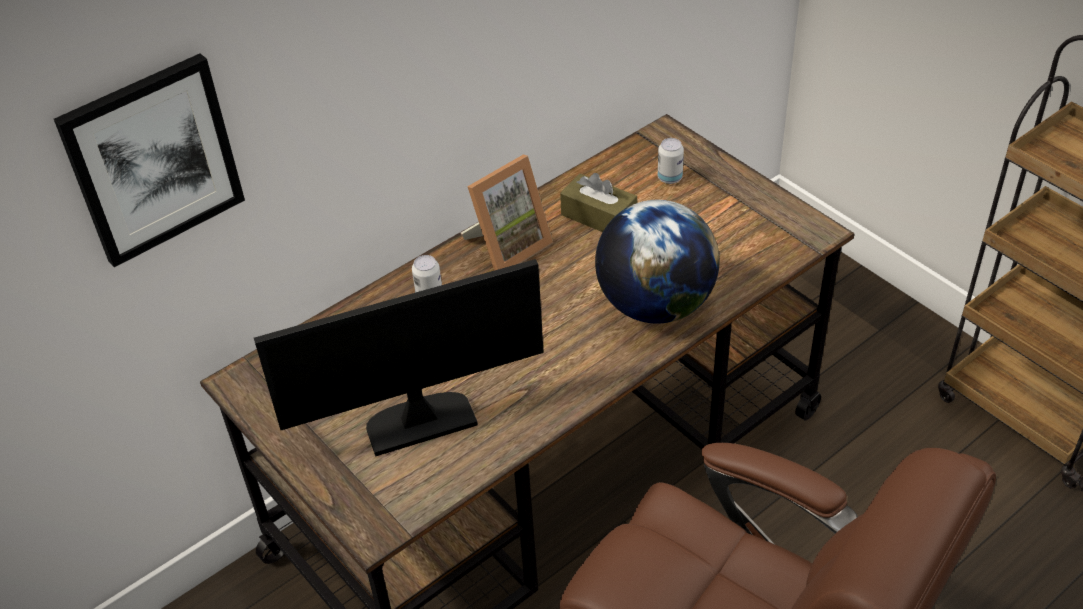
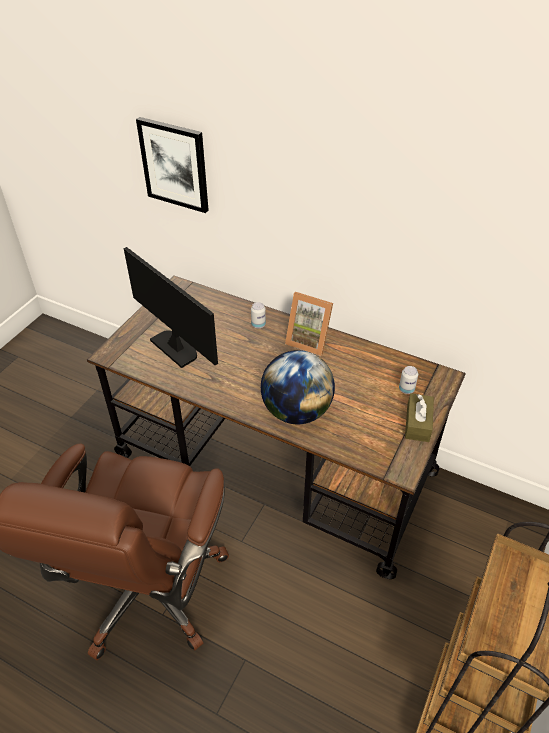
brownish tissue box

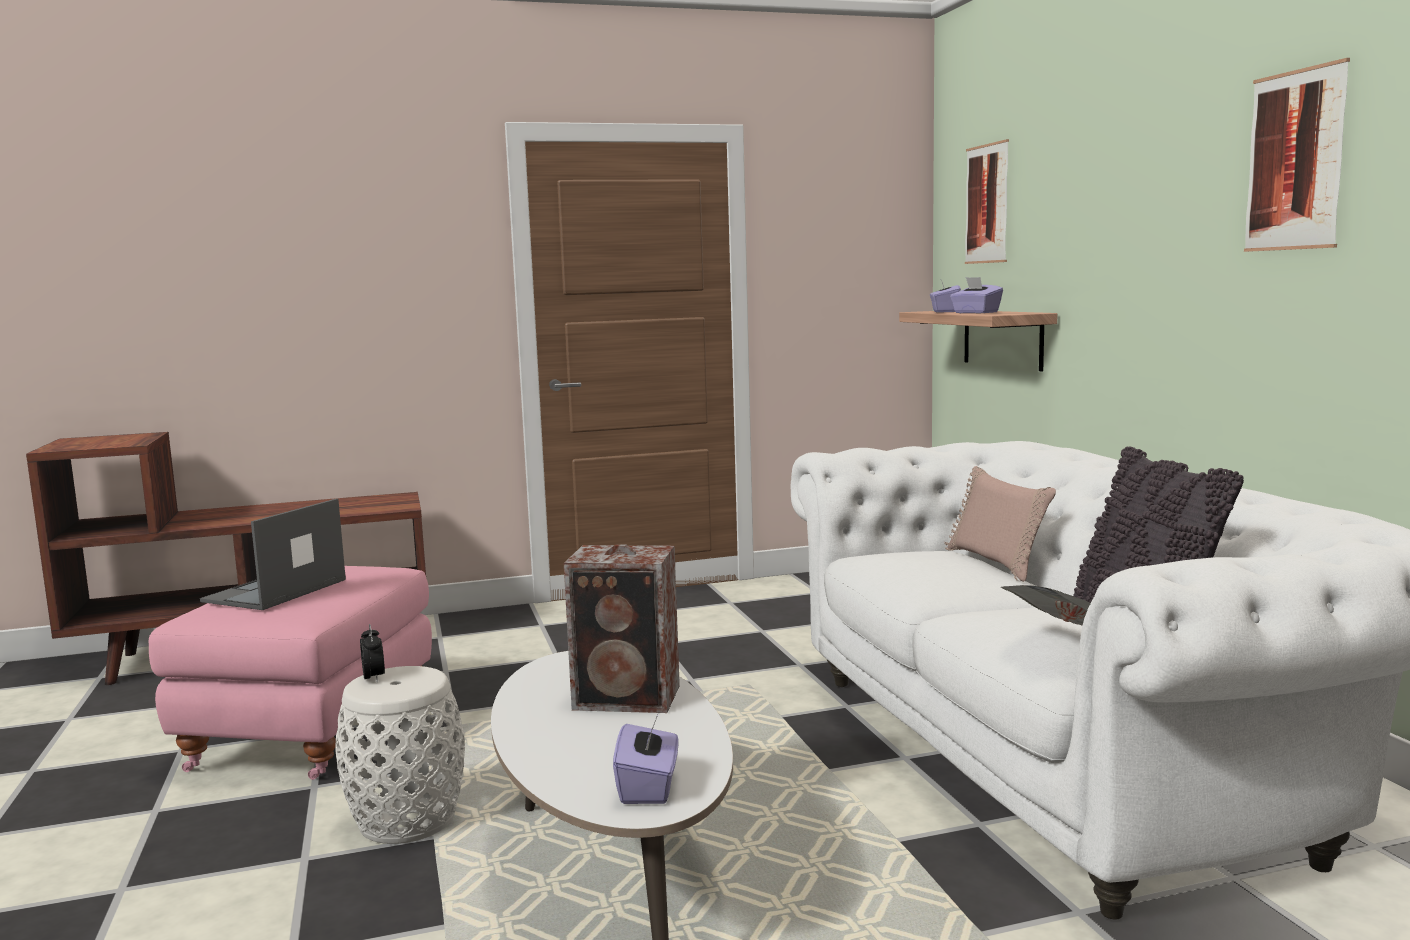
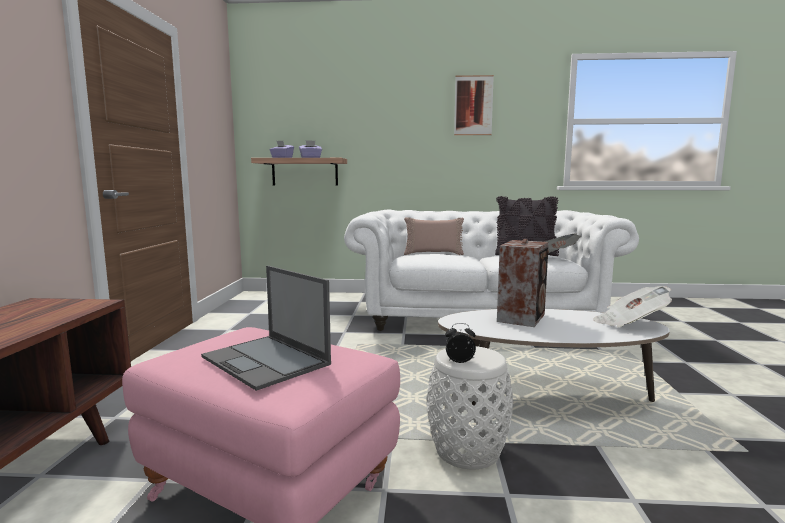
printed paper (no. 2 from left)
wall picture (no. 1 from left in the first image)

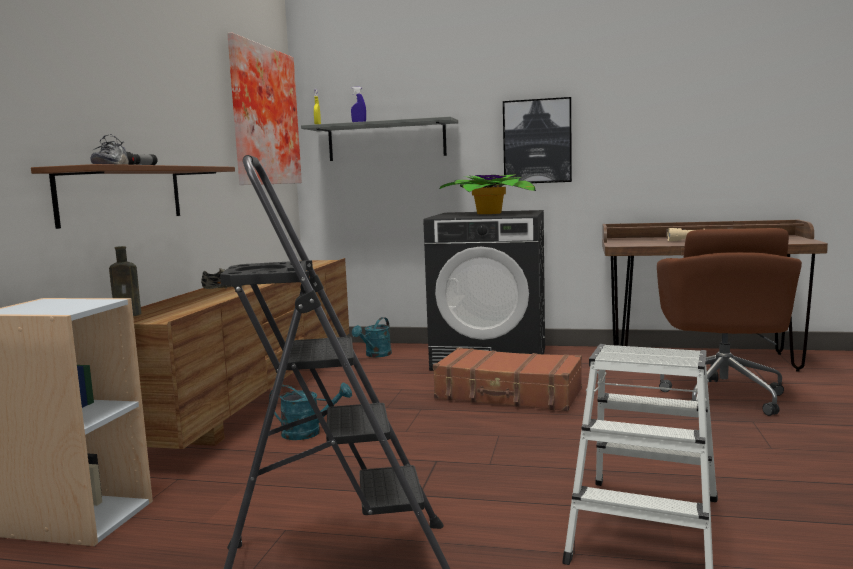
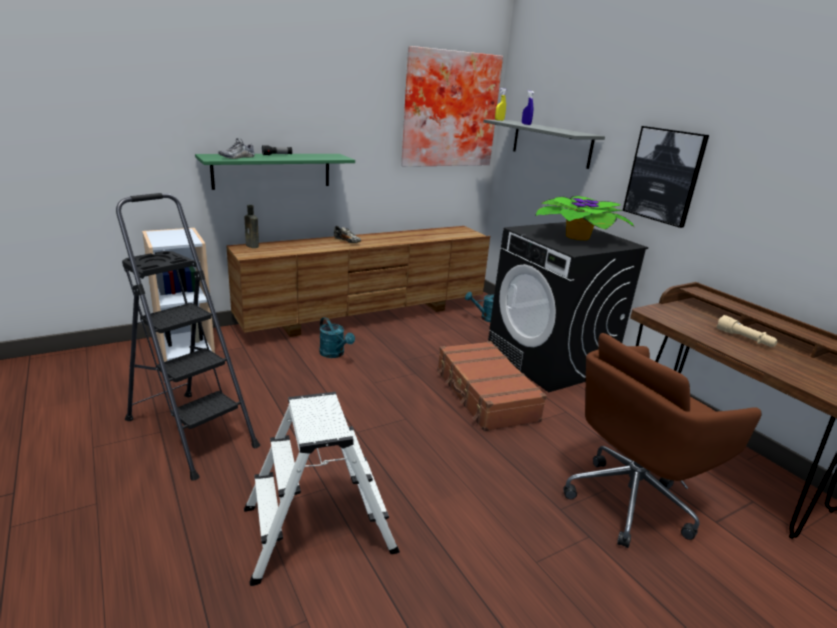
green-coloured wall shelf

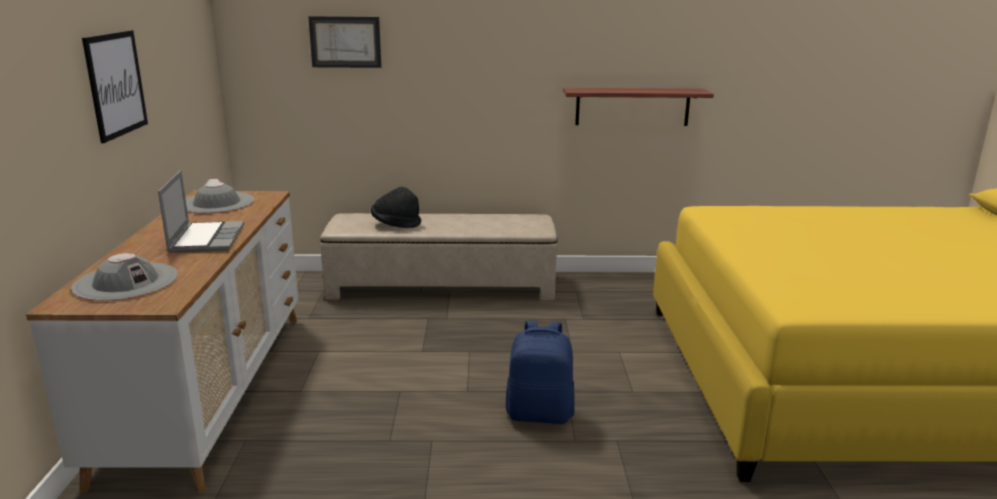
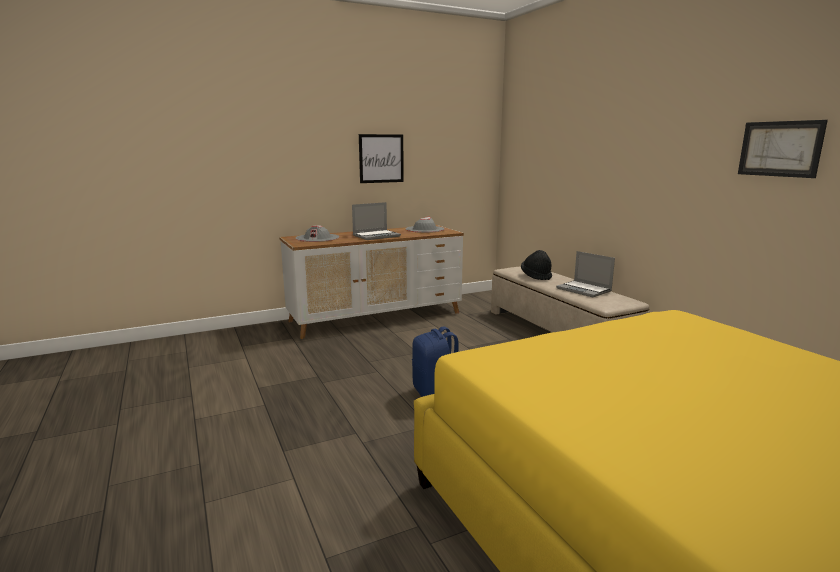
wall picture (no. 2 from left)
wall shelf
laptop (no. 2 from left)

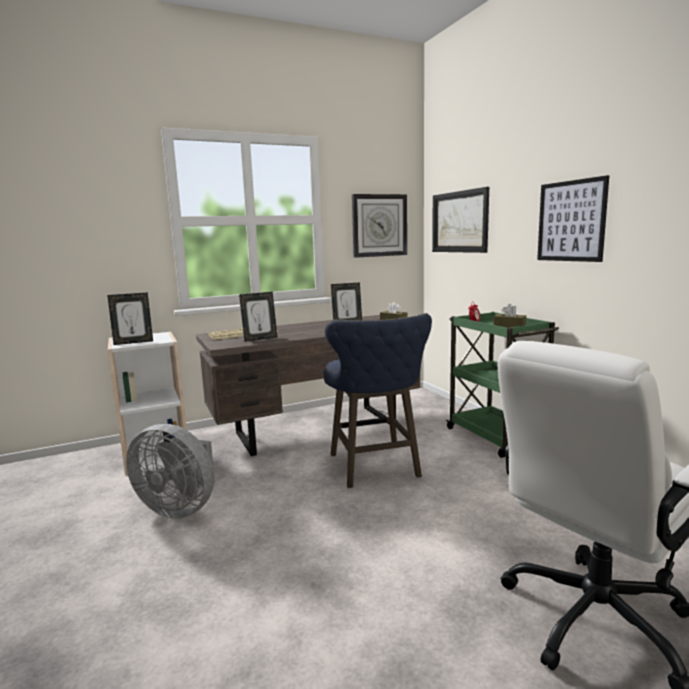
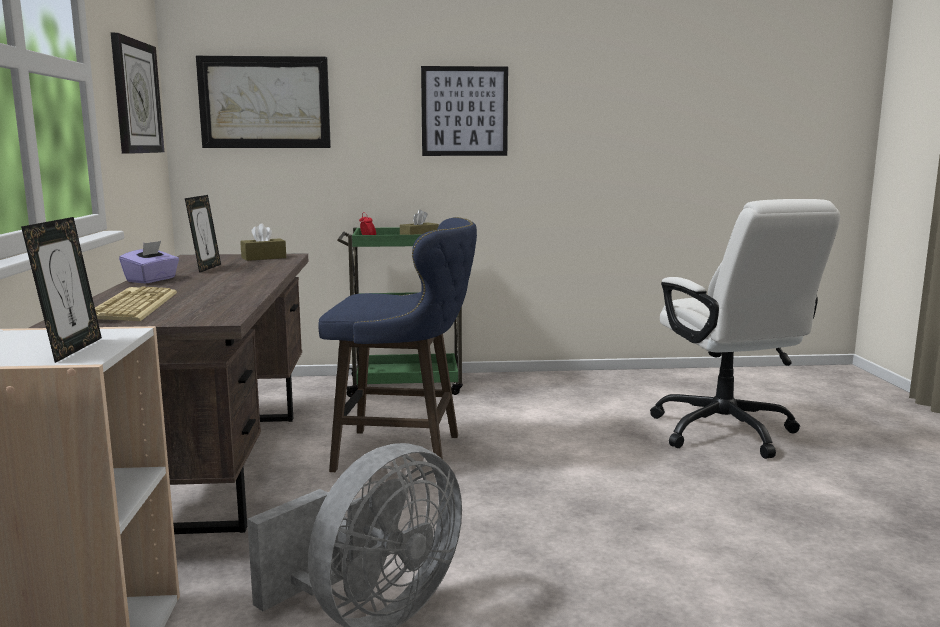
standing frame (no. 2 from left in the first image)
purplish tissue box

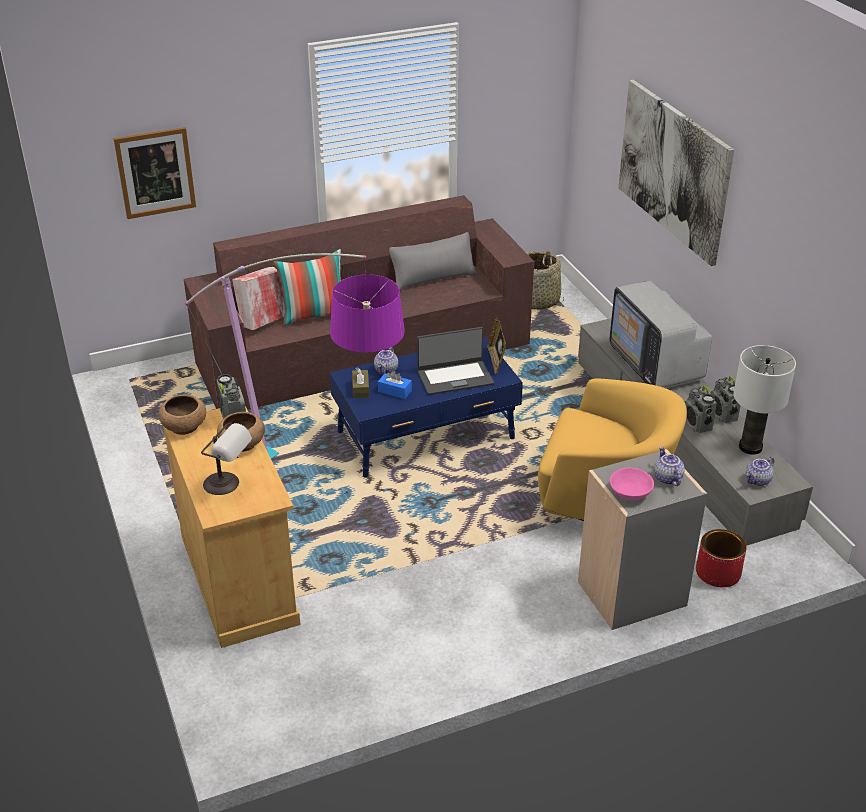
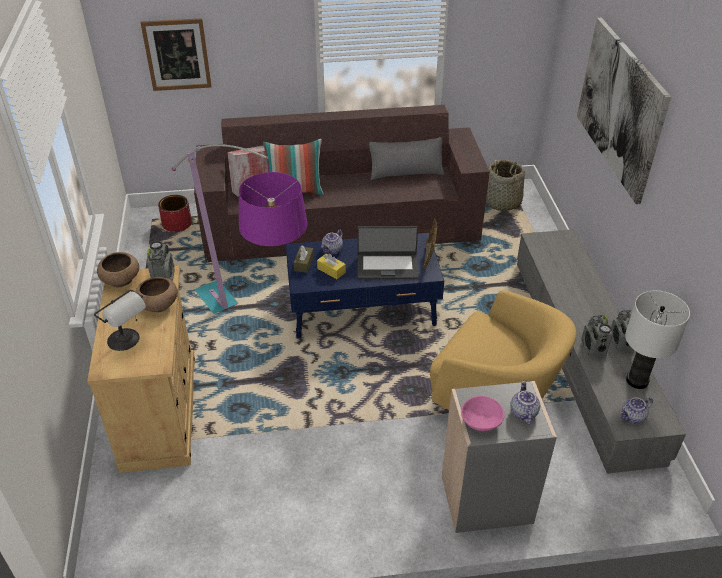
yellow tissue box
TV set
red-coloured plant pot

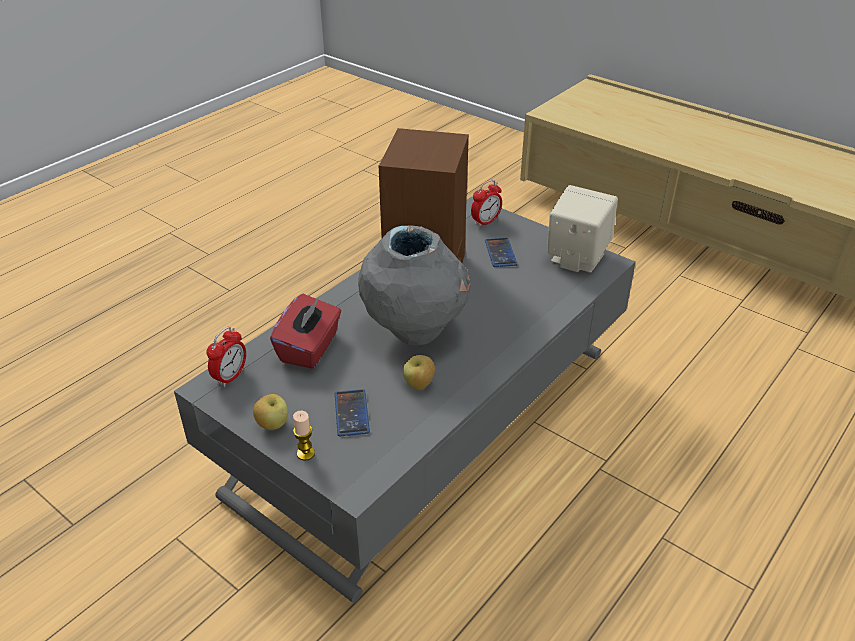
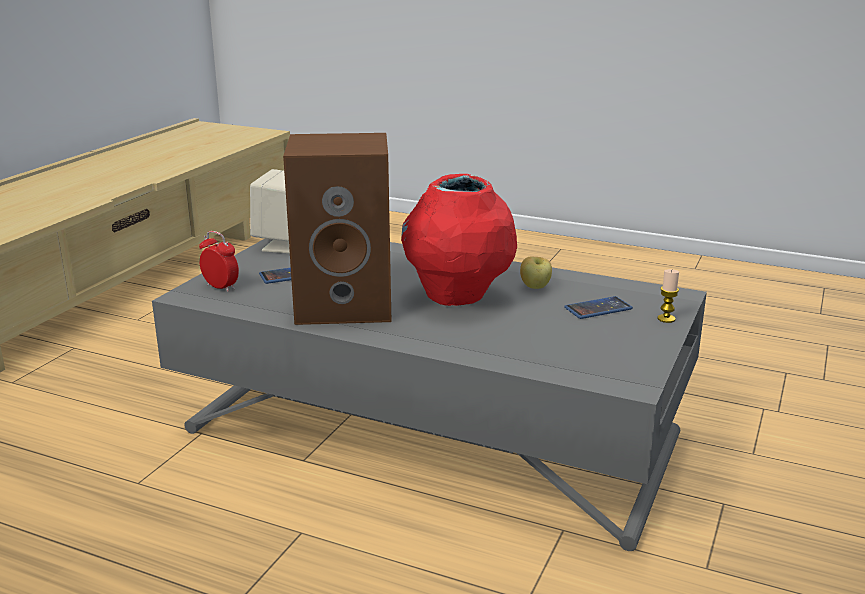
table clock (no. 1 from left in the first image)
apple (no. 1 from left in the first image)
red-coloured tissue box
red-coloured decorative vase

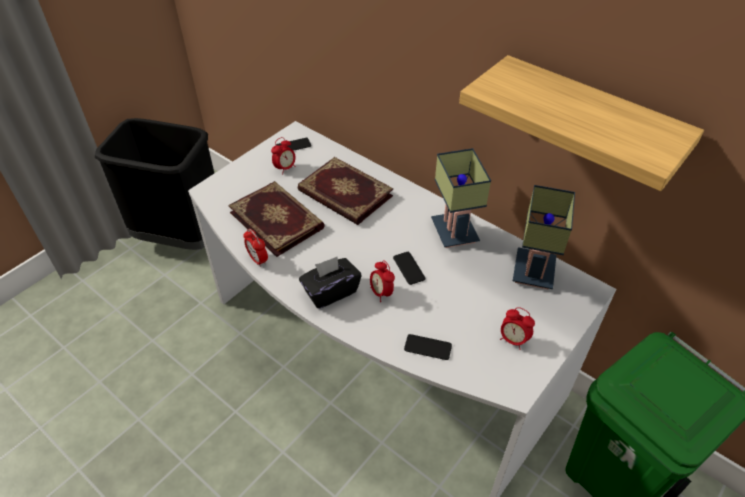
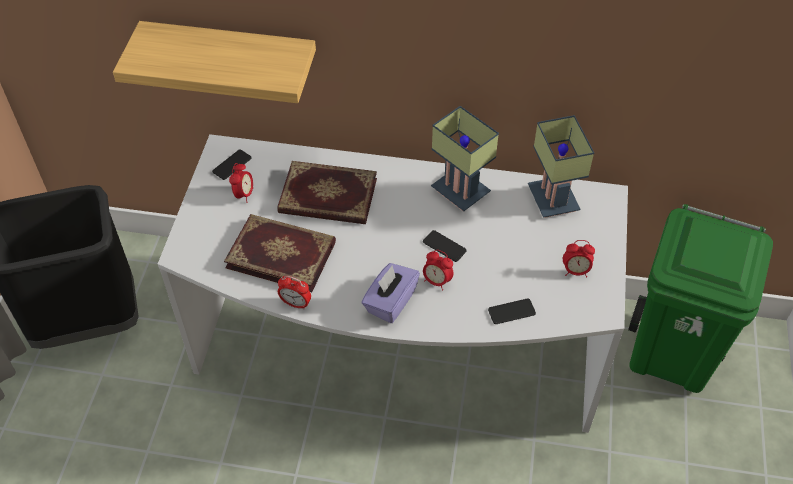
purplish tissue box
wall shelf

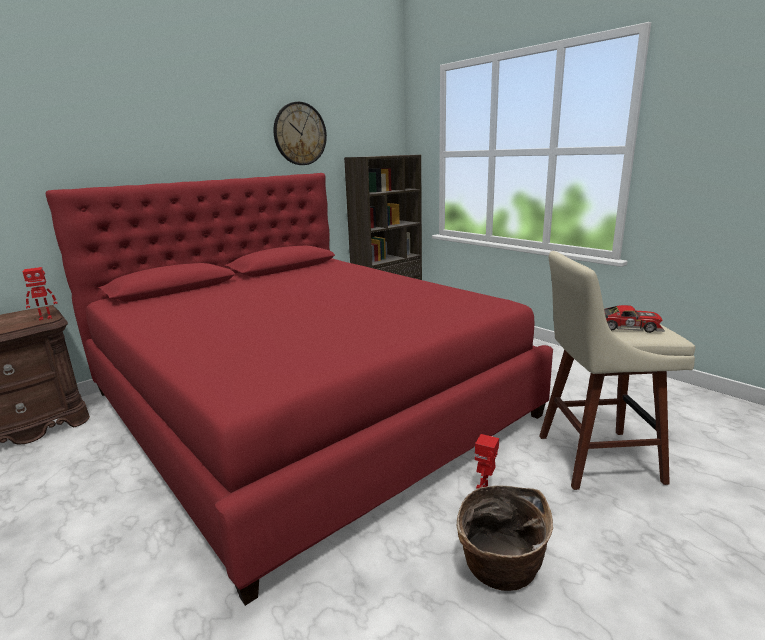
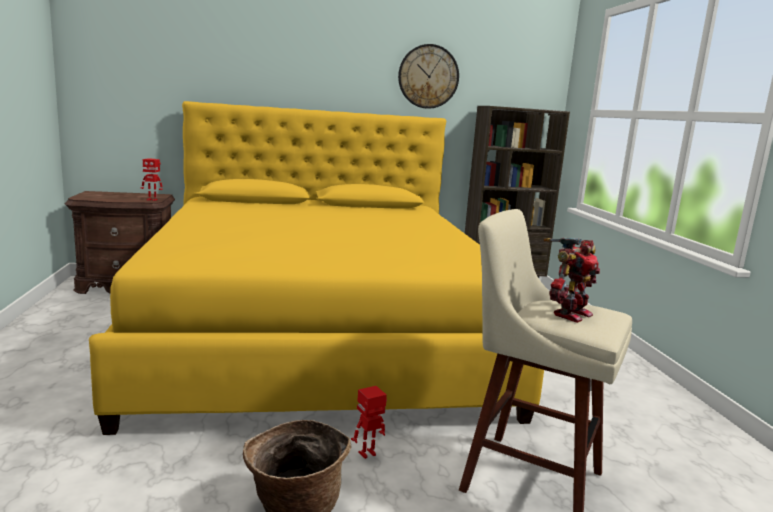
yellow sleeping bed
toy robot (no. 3 from left)

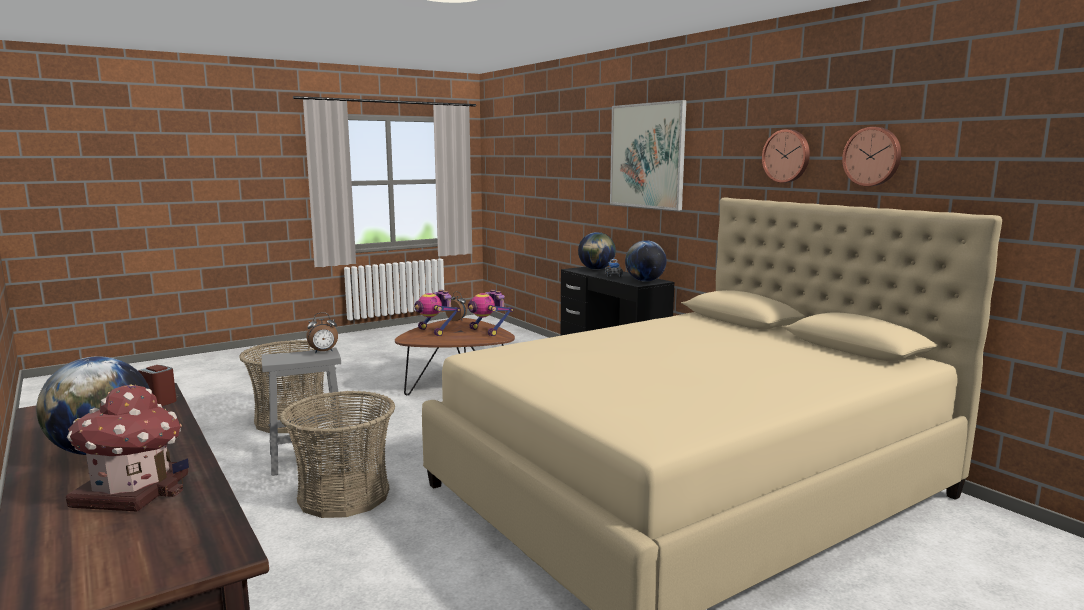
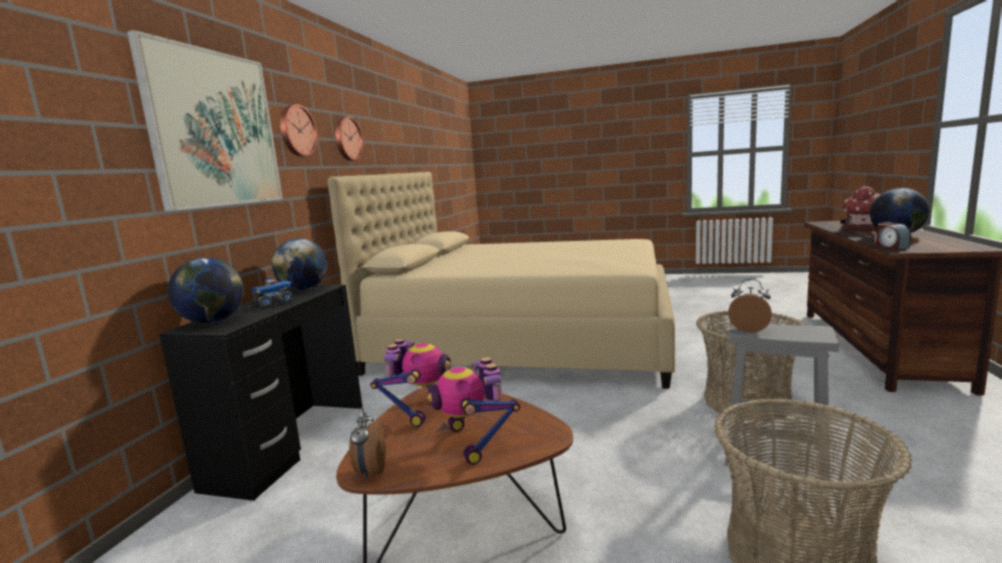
toy robot (no. 2 from left)
hanging clock (no. 1 from left)

